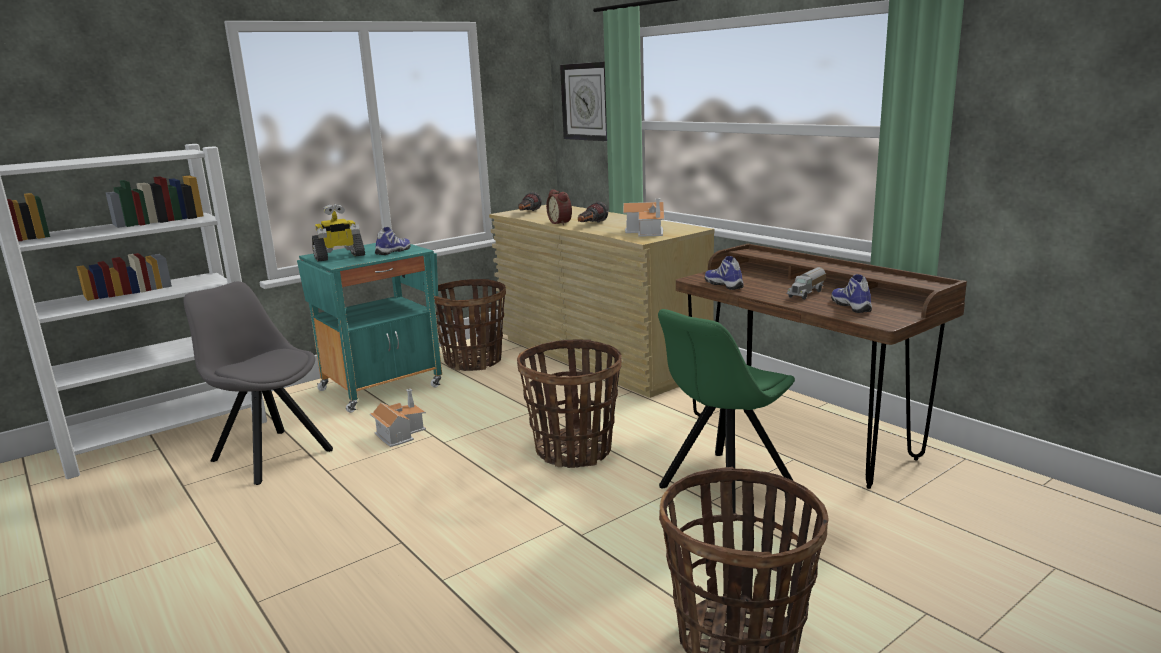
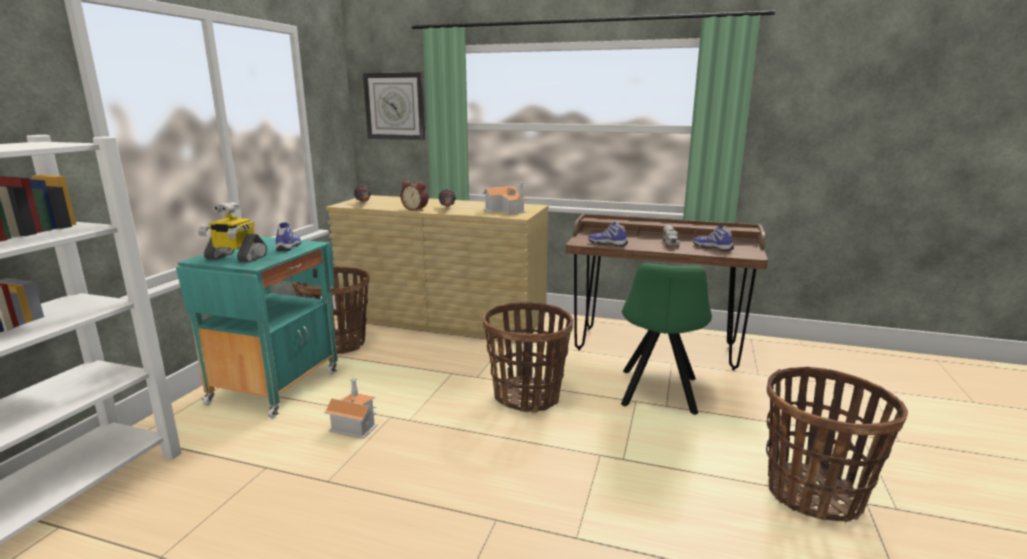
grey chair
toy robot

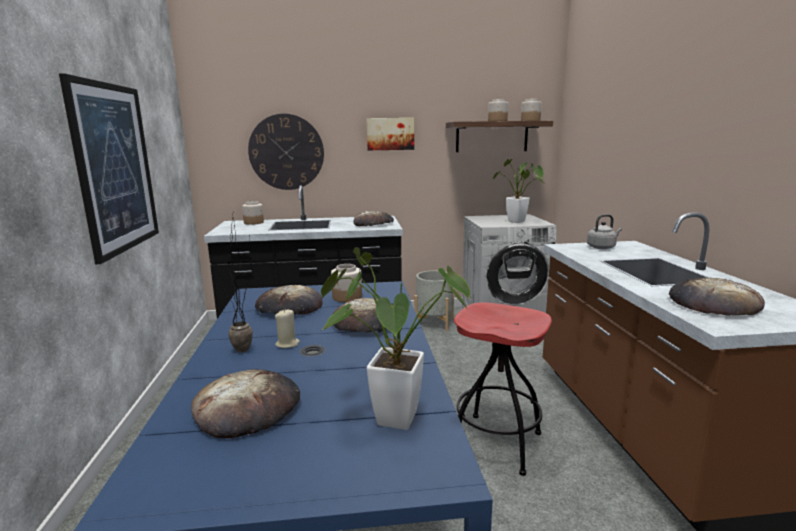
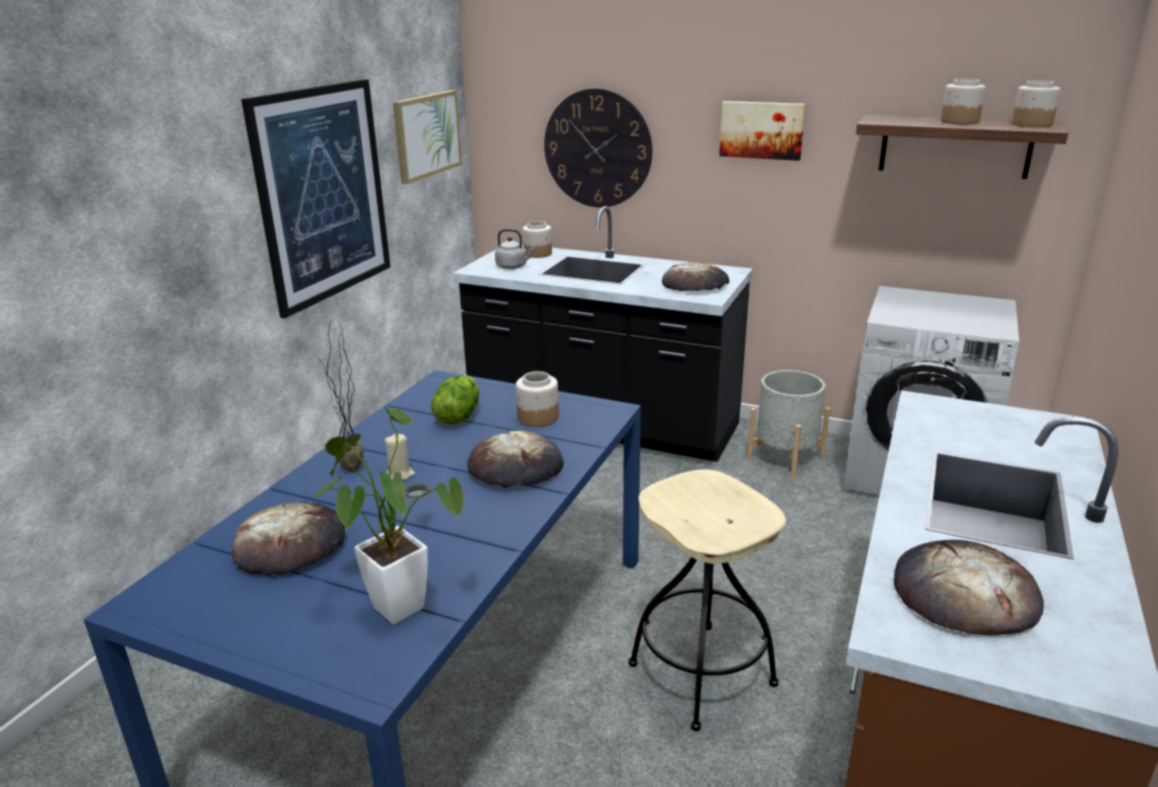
lettuce head
beige-coloured stool seat
potted plant (no. 3 from left in the first image)
grey water kettle
wall picture (no. 2 from left)

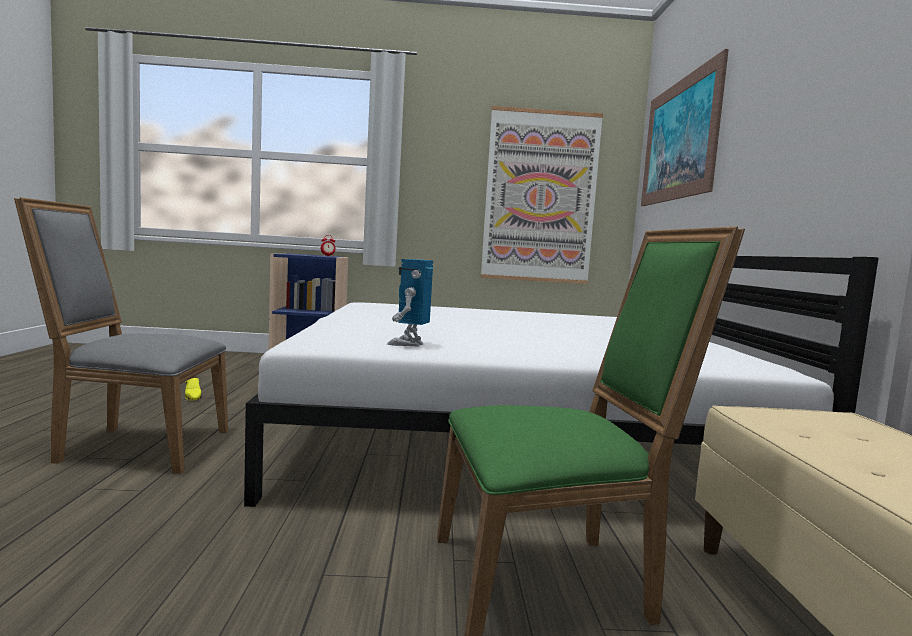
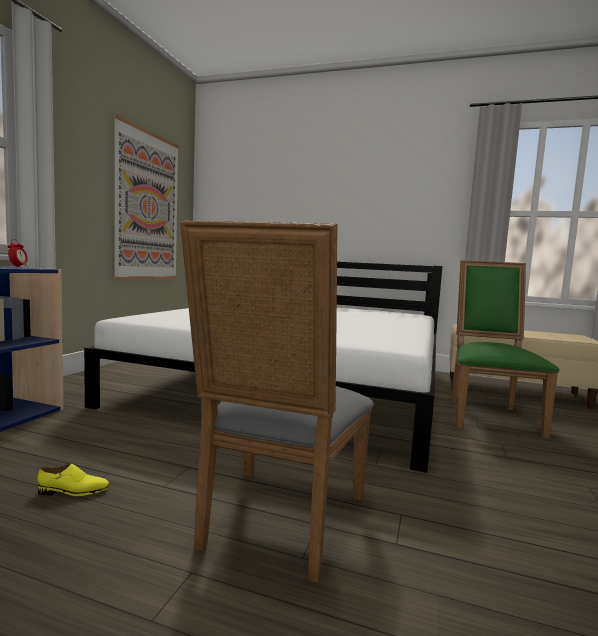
toy robot
wall picture (no. 2 from left in the first image)

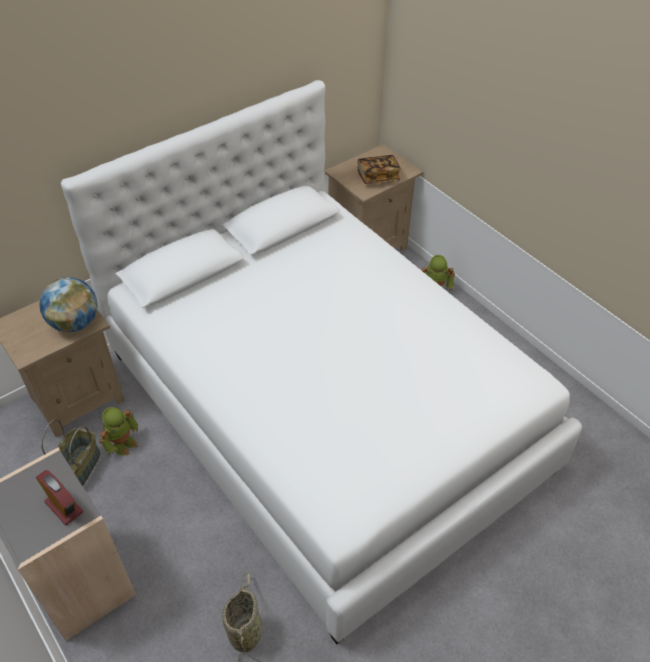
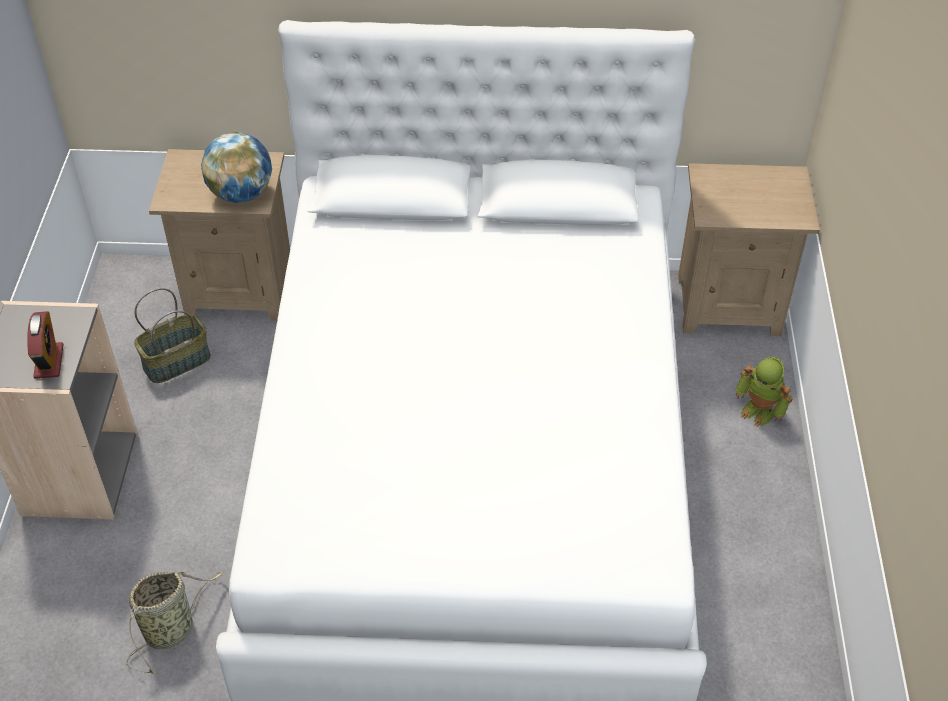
toy robot (no. 1 from left in the first image)
volume

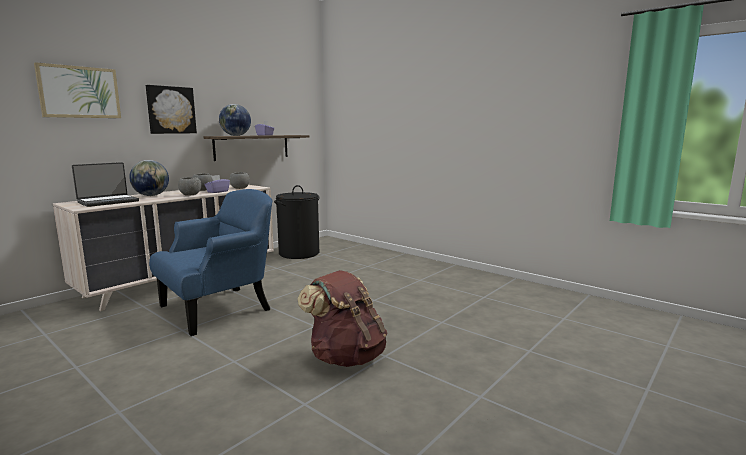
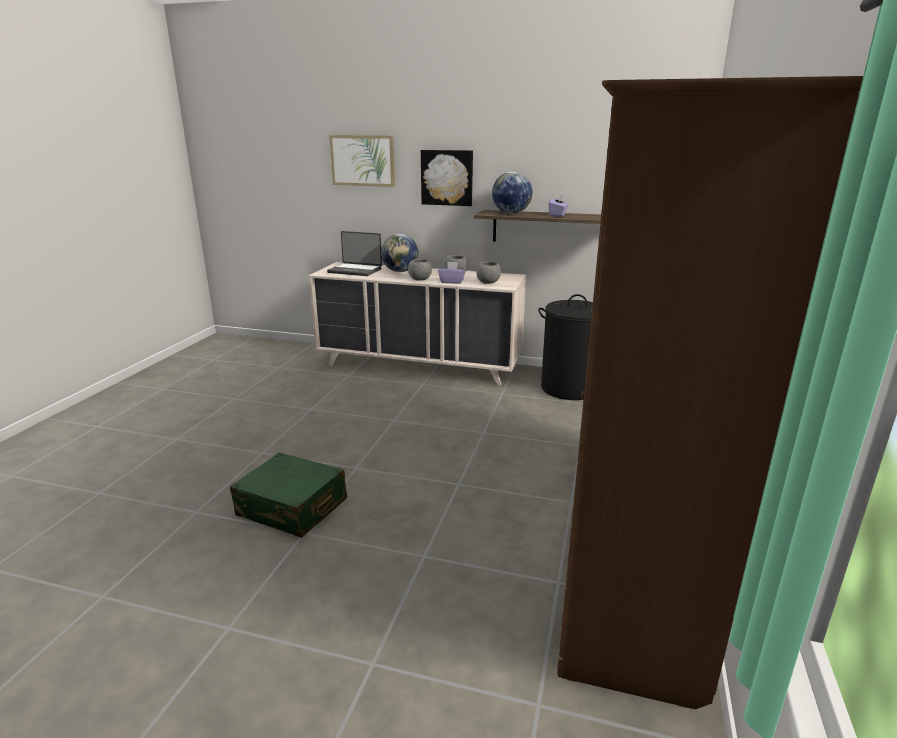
bluish easy chair
green-coloured suitcase
brownish wardrobe

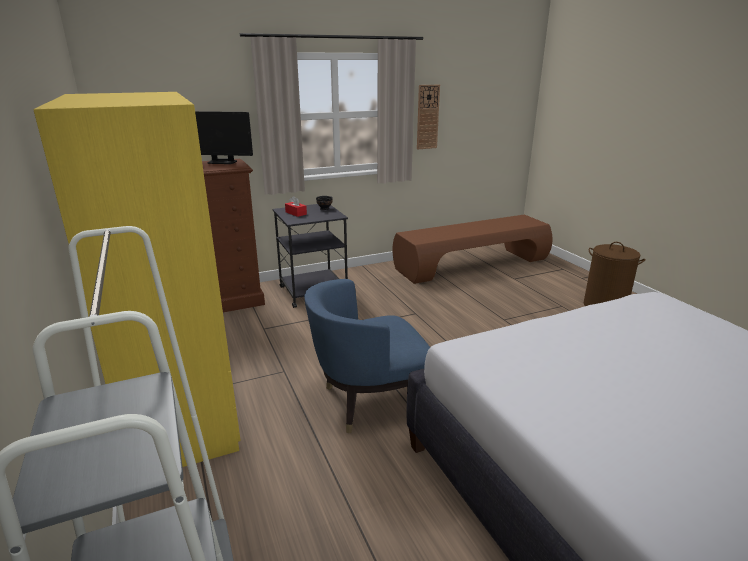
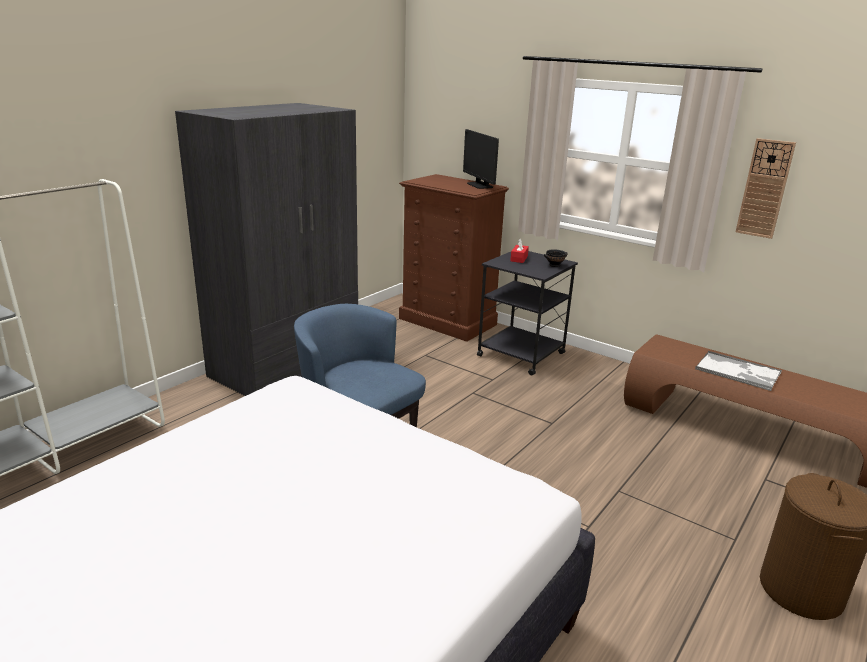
grey wardrobe
serving tray

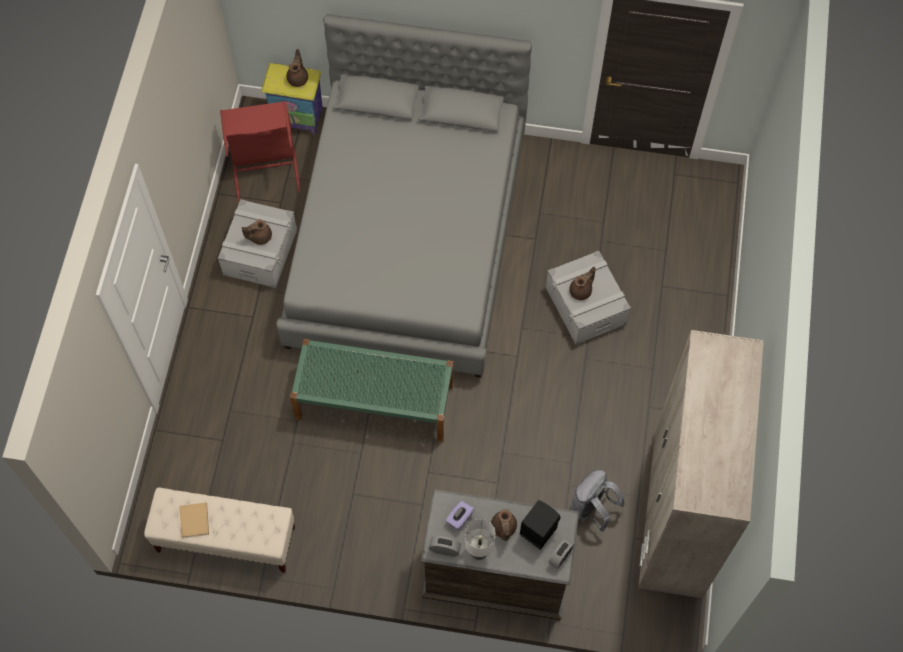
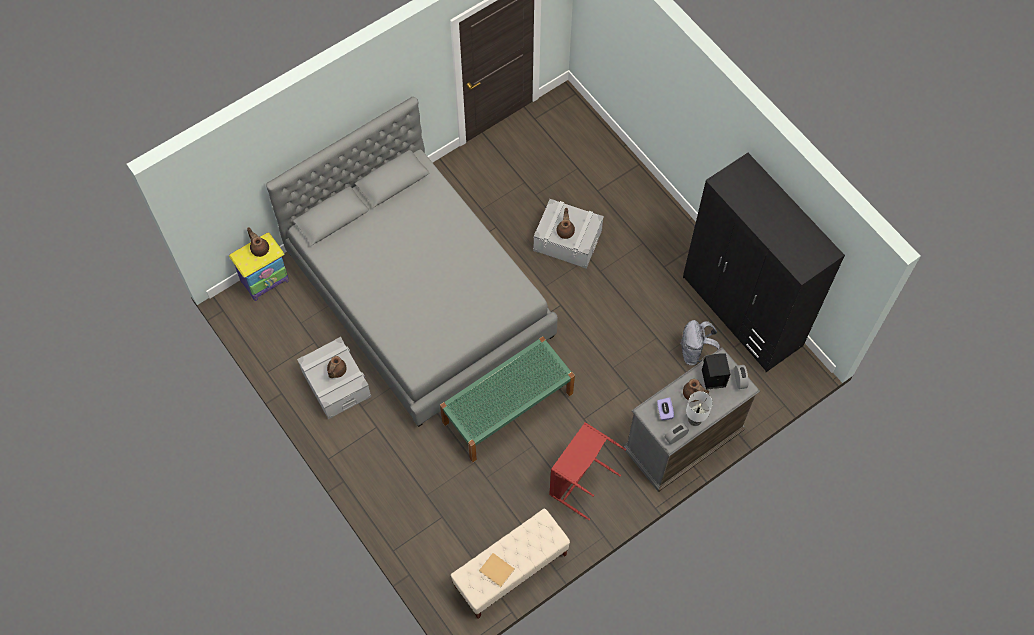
red-coloured washing basket
black wardrobe

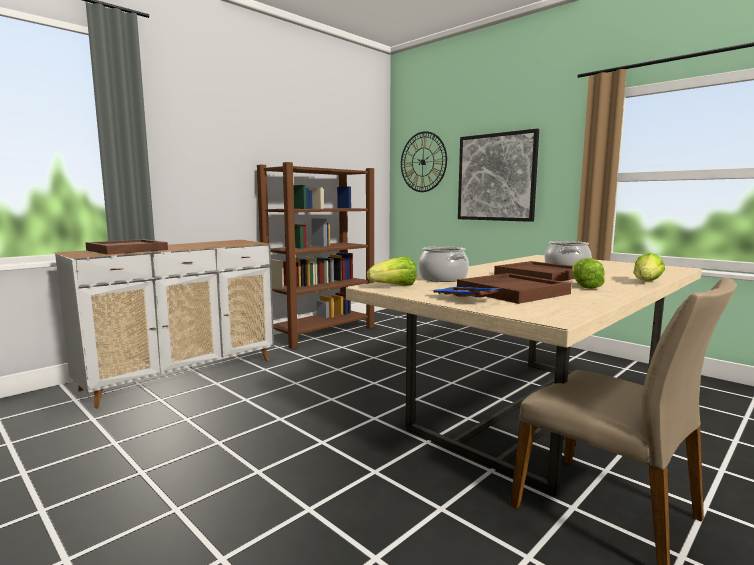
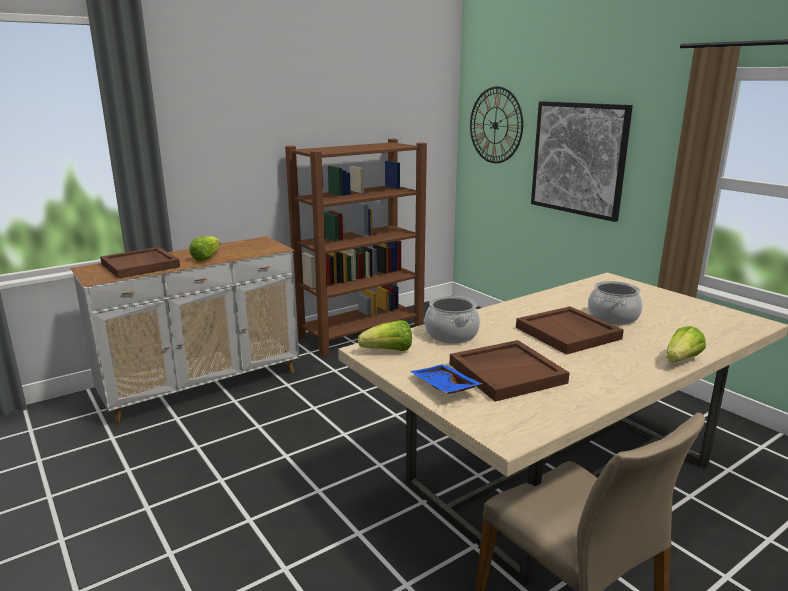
lettuce head (no. 1 from left)

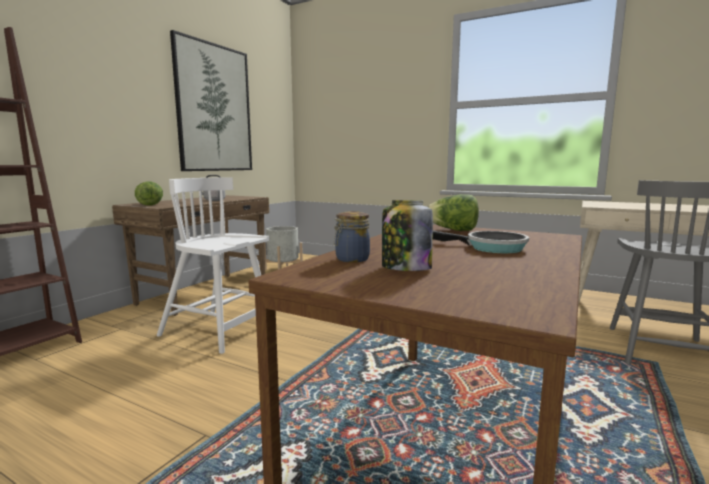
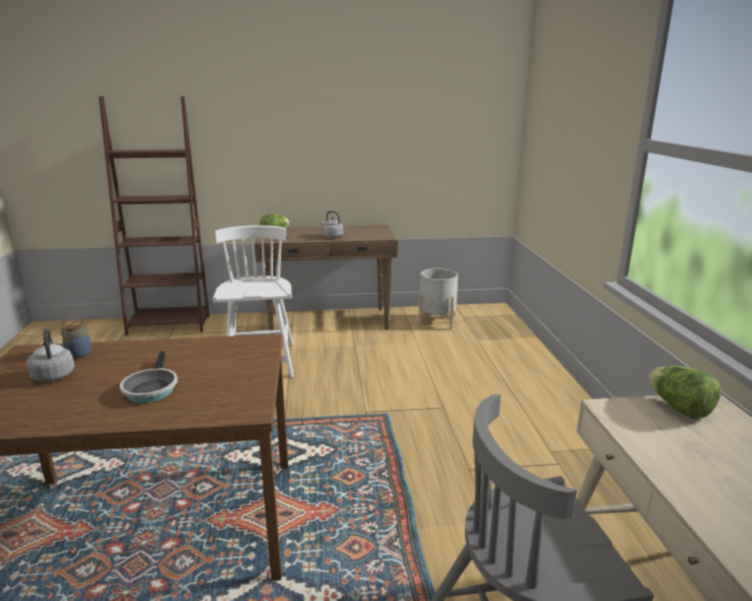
wall picture
grey water kettle (no. 1 from left)
lettuce head (no. 2 from left)

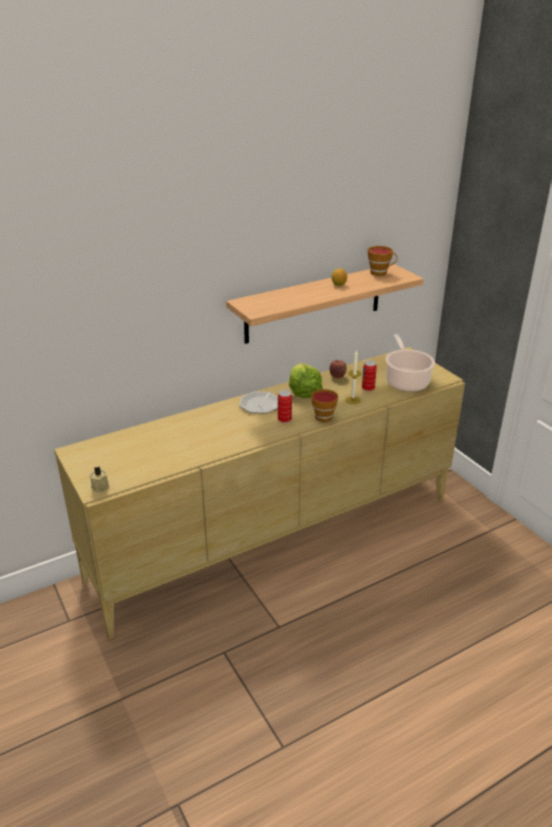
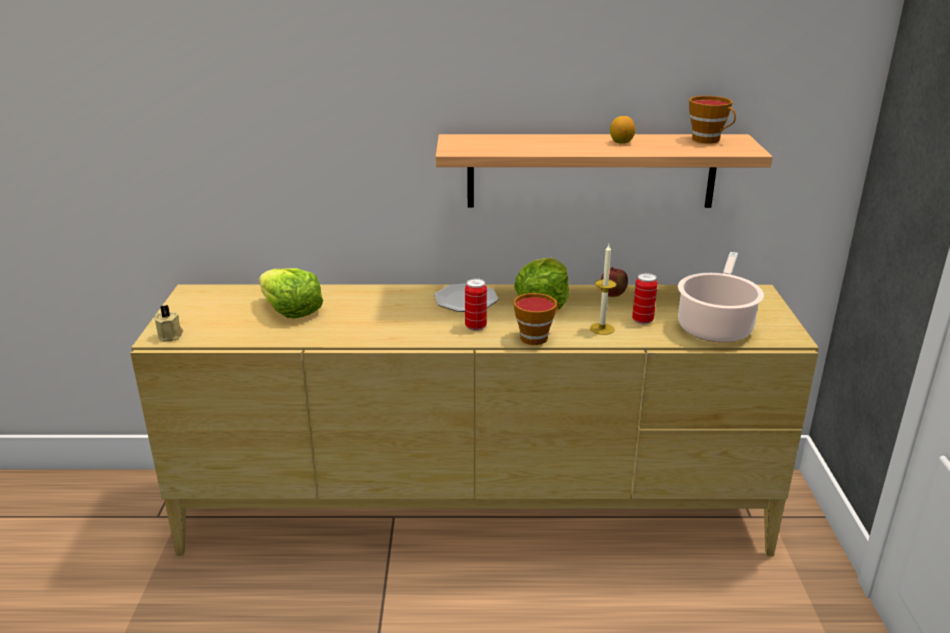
lettuce head (no. 1 from left)

